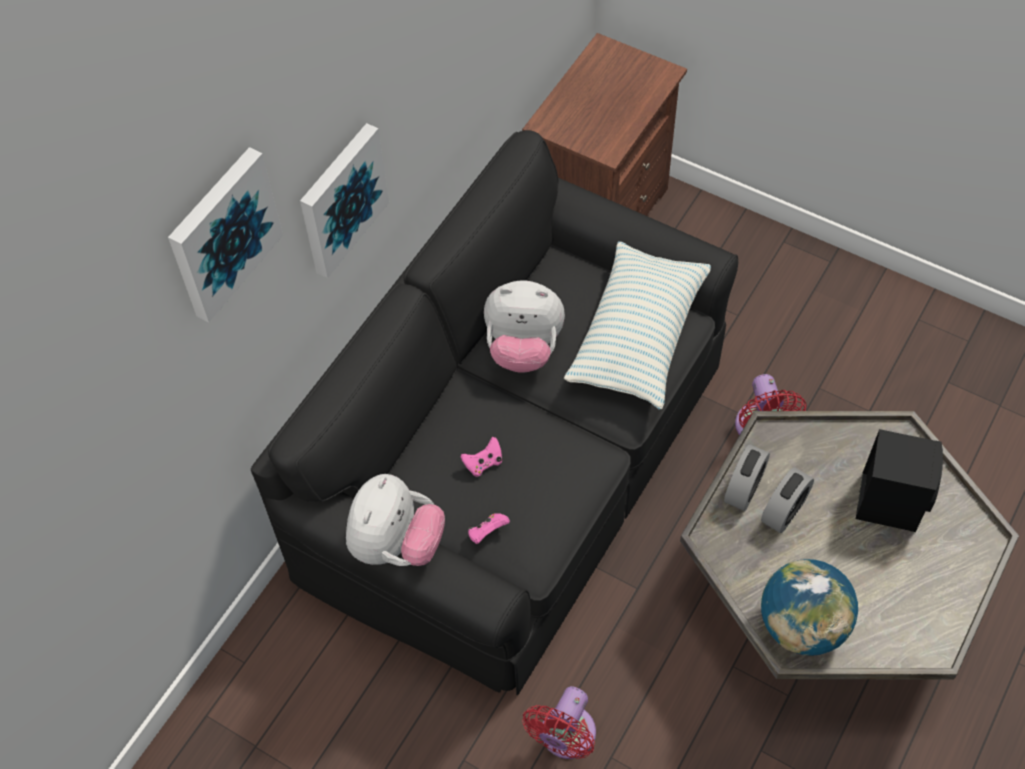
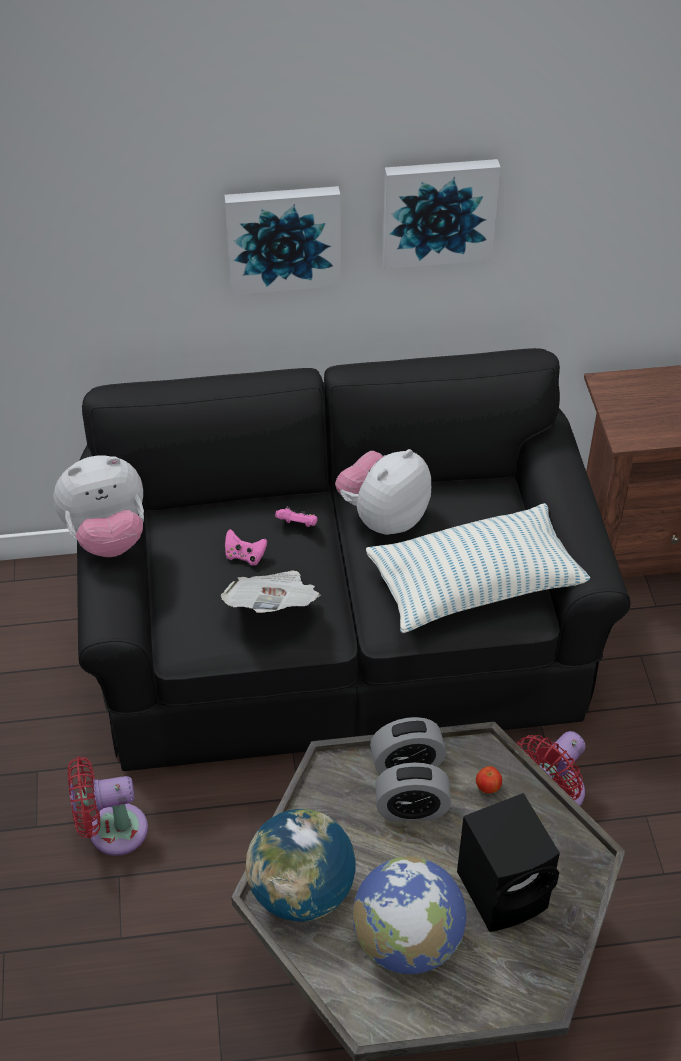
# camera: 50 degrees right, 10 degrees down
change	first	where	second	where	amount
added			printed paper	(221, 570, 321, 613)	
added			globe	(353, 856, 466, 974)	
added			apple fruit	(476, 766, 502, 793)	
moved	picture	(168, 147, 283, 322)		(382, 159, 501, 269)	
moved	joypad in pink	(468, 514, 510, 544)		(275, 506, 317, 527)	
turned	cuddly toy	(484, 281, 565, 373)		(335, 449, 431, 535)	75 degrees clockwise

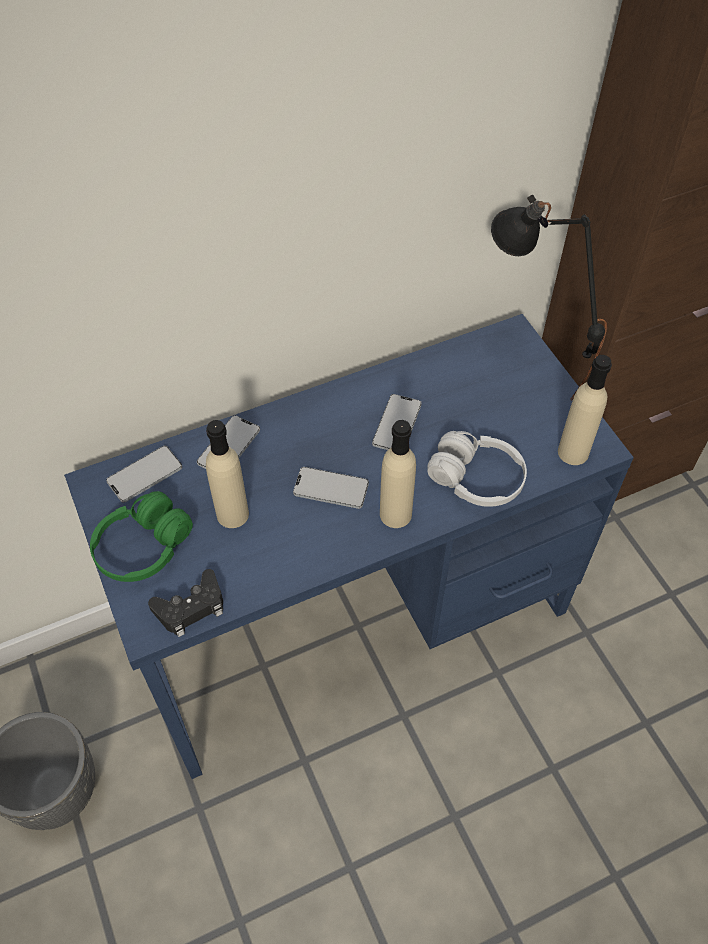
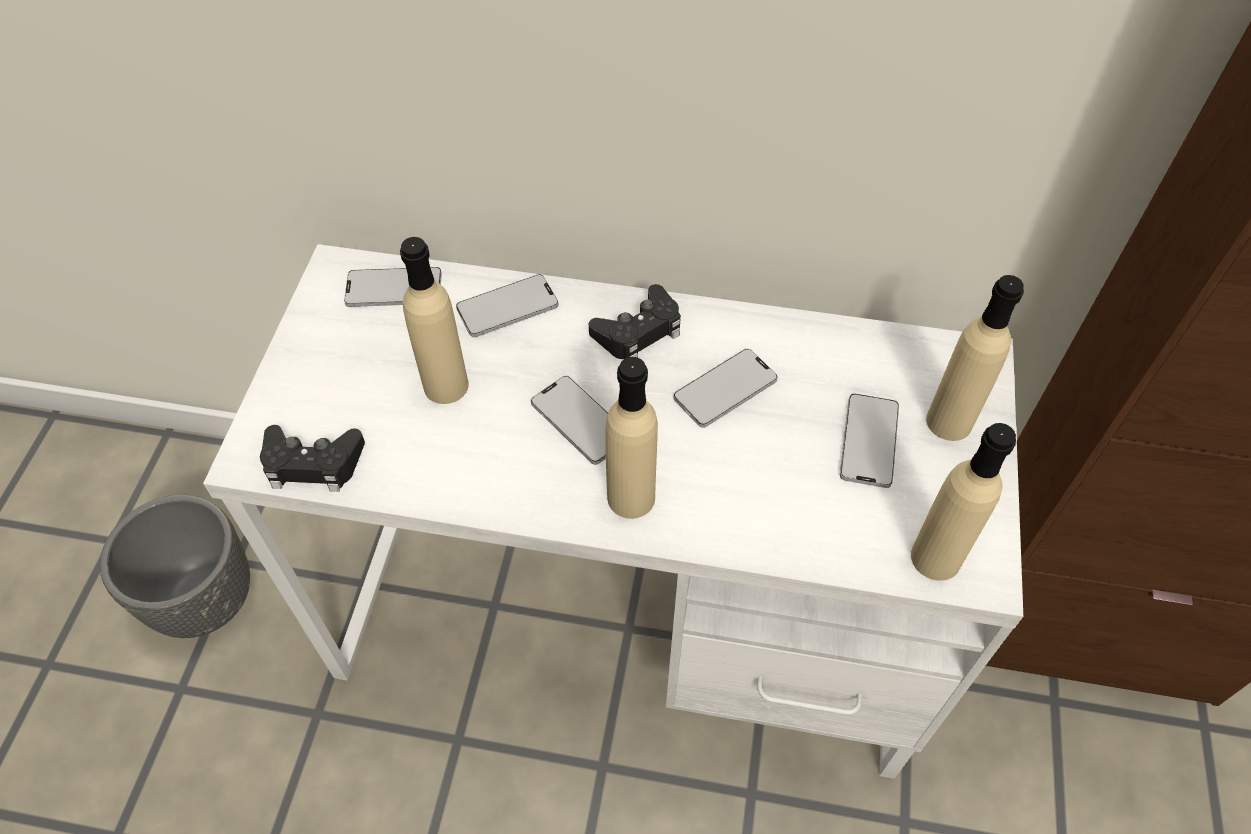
# camera: 35 degrees right, 0 degrees up
change	first	where	second	where	amount
removed	headset in greenish	(90, 491, 193, 582)			
removed	headset in white-coloured	(427, 431, 527, 507)			
added			joypad in blackish	(589, 284, 681, 359)	
added			telephone	(840, 394, 899, 488)	
replaced	tabletop lamp in blackish	(491, 195, 607, 400)	beverage bottle in beige	(926, 275, 1024, 441)	
recoloured	desk table in blue	(64, 314, 634, 779)	desk table in white-coloured	(203, 244, 1023, 779)	

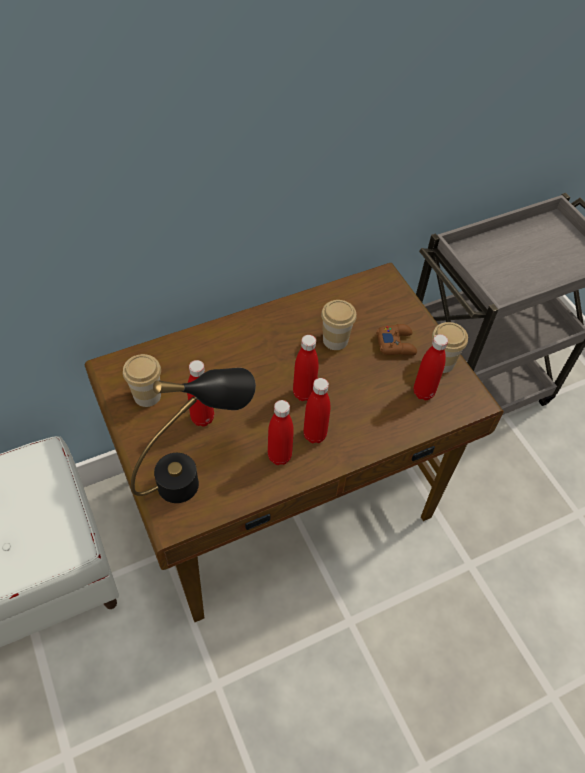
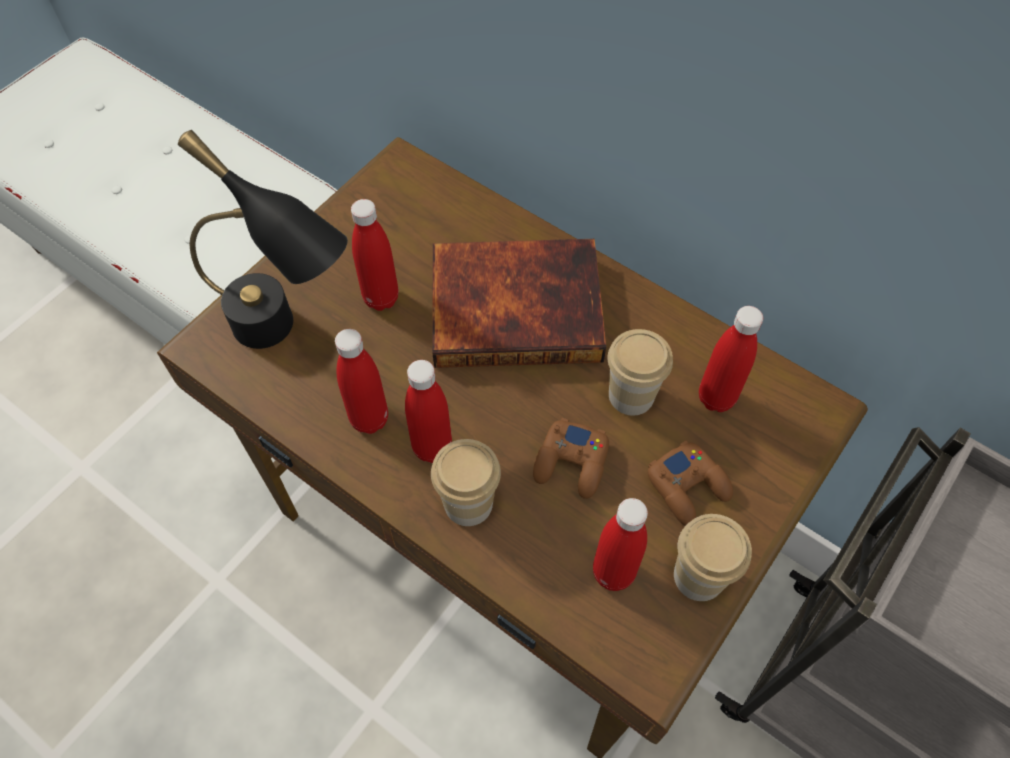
# camera: 65 degrees right, 5 degrees up
change	first	where	second	where	amount
added			volume	(432, 239, 606, 368)	
added			joypad in brown-coloured	(533, 418, 609, 499)	
moved	cup	(123, 354, 161, 407)		(431, 439, 501, 526)	
moved	beverage bottle in red-coloured	(293, 335, 318, 401)		(699, 306, 763, 412)	

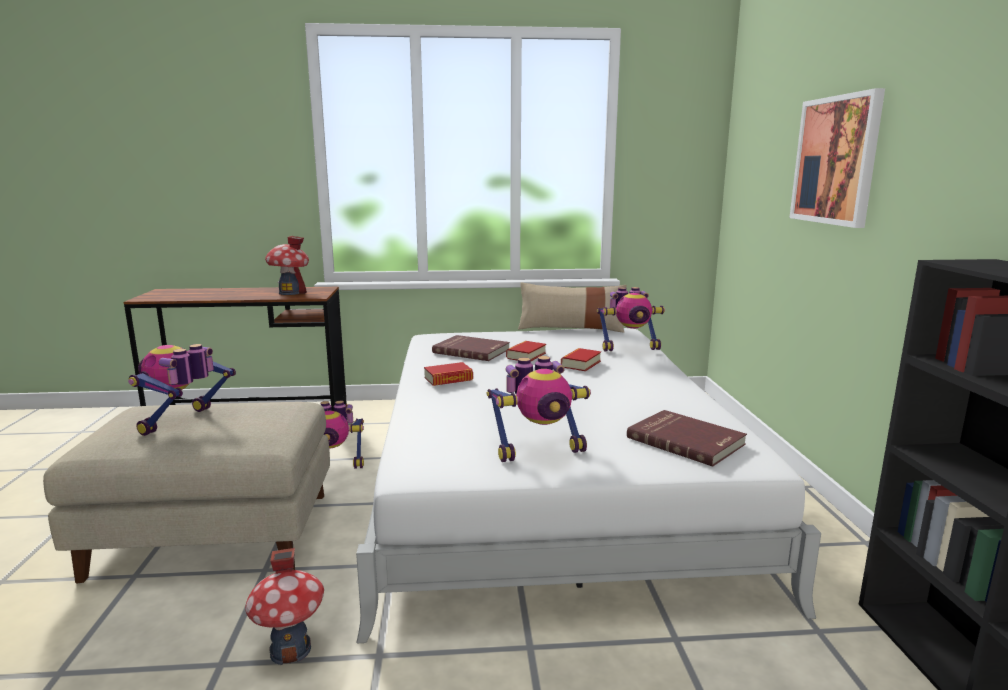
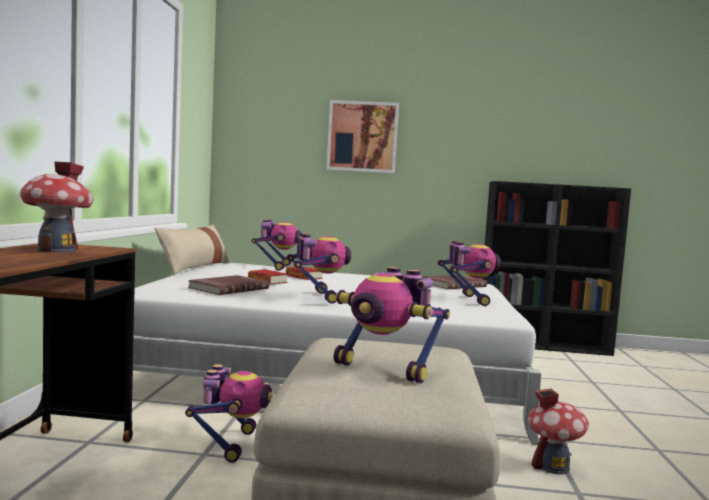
# camera: 80 degrees left, 10 degrees down
change	first	where	second	where	amount
replaced	volume	(424, 362, 473, 386)	toy robot	(287, 233, 352, 304)	

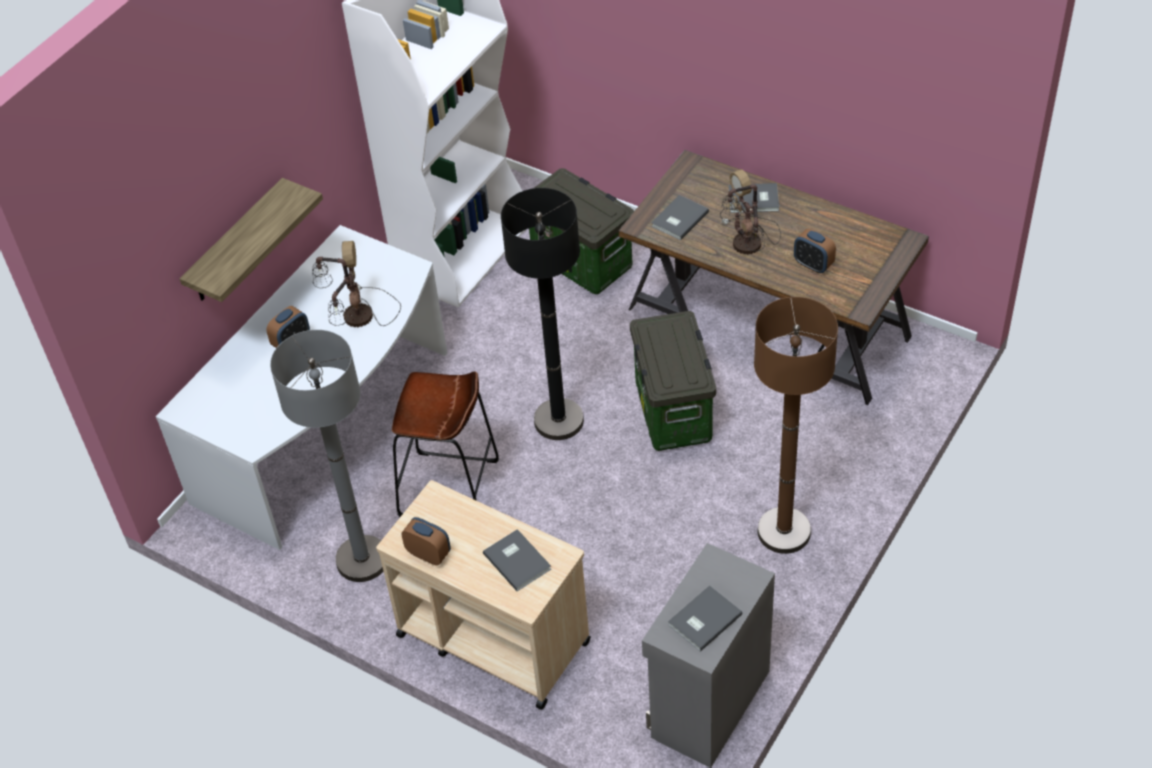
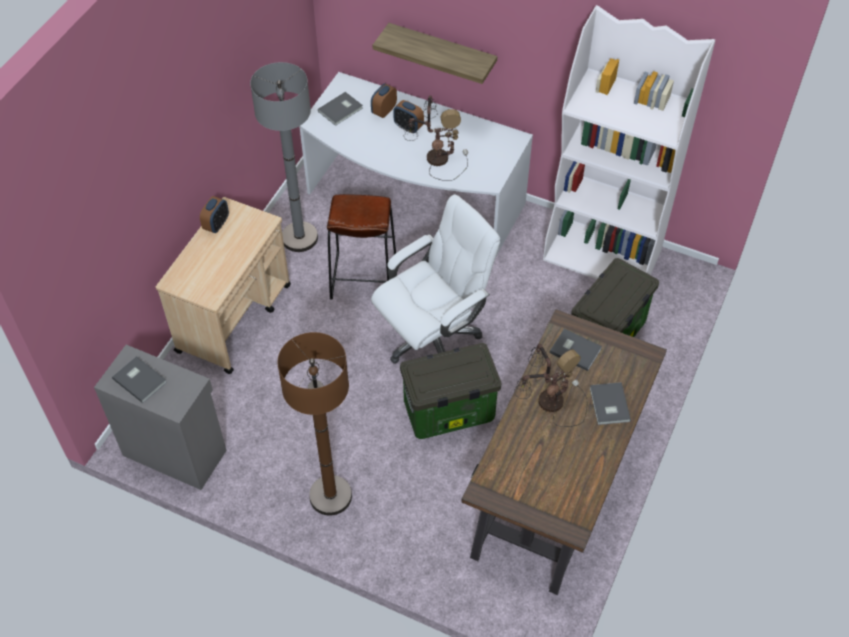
# camera: 80 degrees right, 5 degrees up
change	first	where	second	where	amount
moved	volume in grey	(483, 529, 551, 591)		(318, 92, 363, 126)	
moved	table clock	(794, 229, 836, 274)		(371, 84, 397, 118)	
replaced	standard lamp in blackish	(501, 188, 584, 440)	computer chair in white-coloured	(371, 194, 500, 363)	

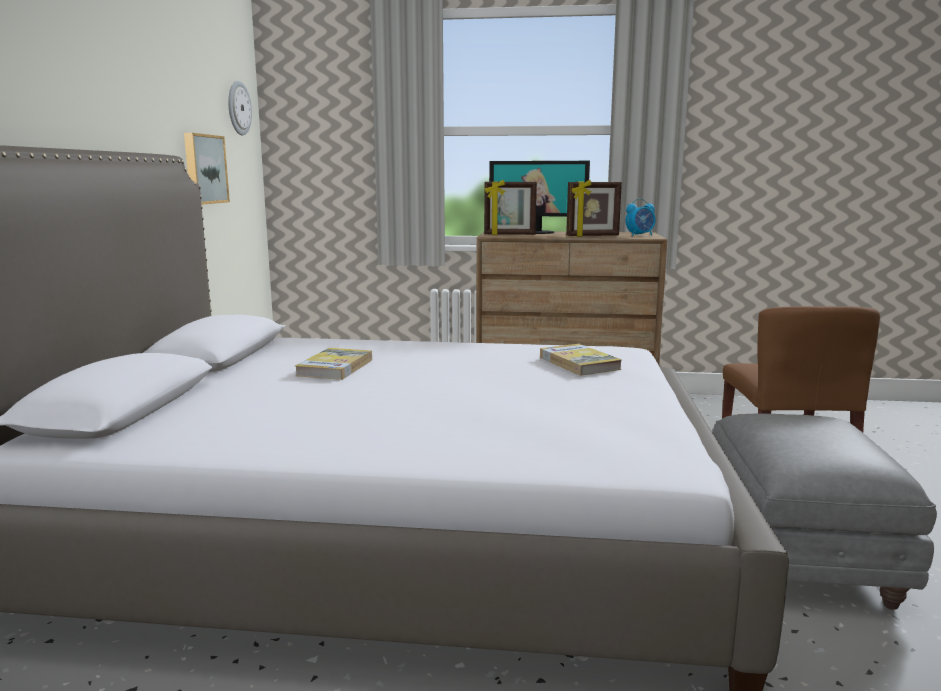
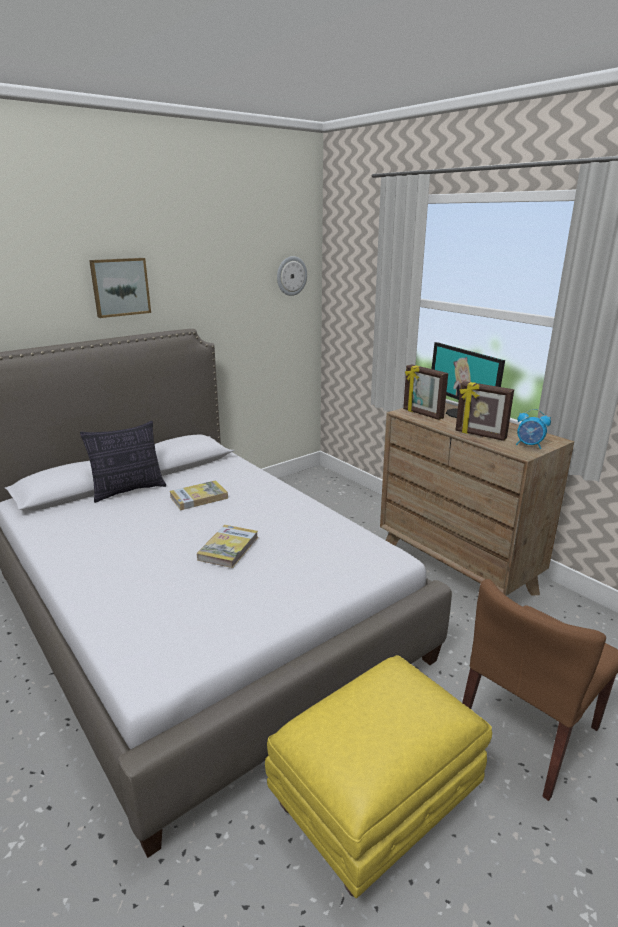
# camera: 45 degrees right, 10 degrees up
change	first	where	second	where	amount
added			throw pillow	(80, 421, 166, 503)	
moved	picture	(184, 133, 230, 205)		(89, 258, 151, 318)	
moved	volume	(540, 344, 622, 376)		(197, 525, 258, 568)	
recoloured	ottoman in grey	(713, 414, 937, 610)	ottoman in yellow	(265, 655, 492, 898)	

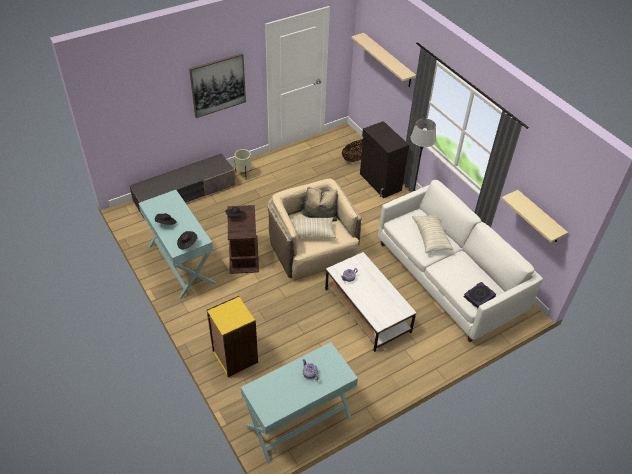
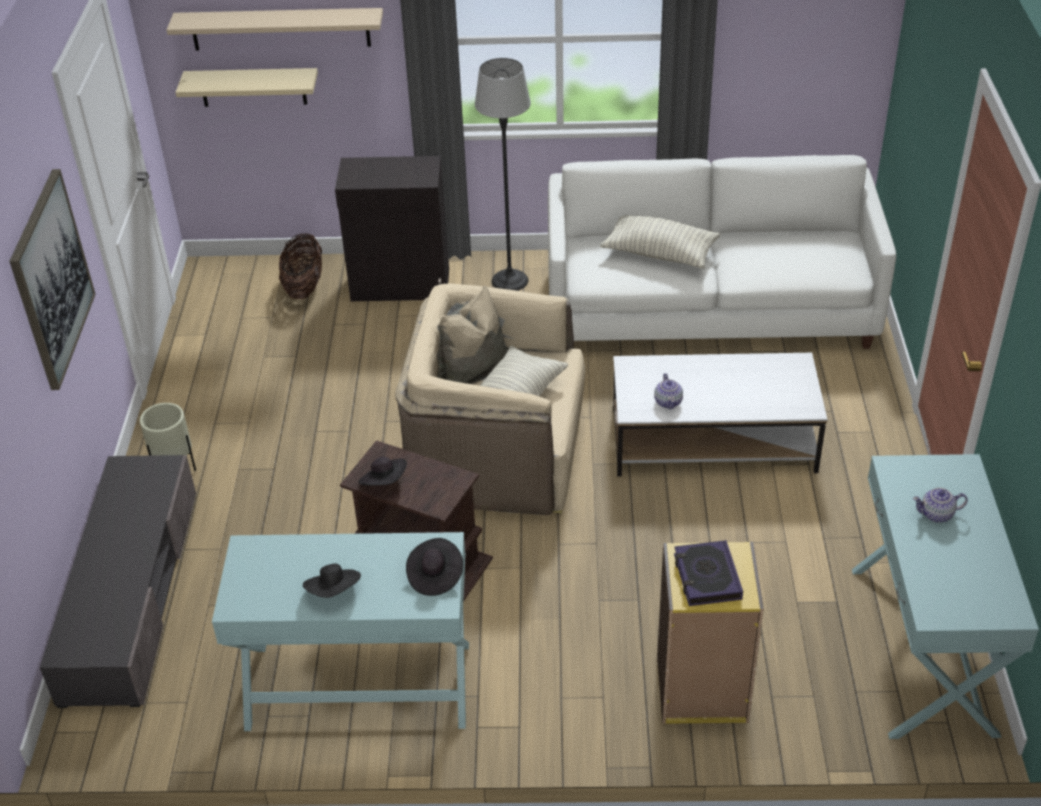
# camera: 55 degrees left, 5 degrees down
change	first	where	second	where	amount
moved	volume	(463, 282, 496, 308)		(674, 540, 743, 606)	
moved	bracket shelf in beige	(501, 190, 568, 242)		(175, 68, 318, 107)	

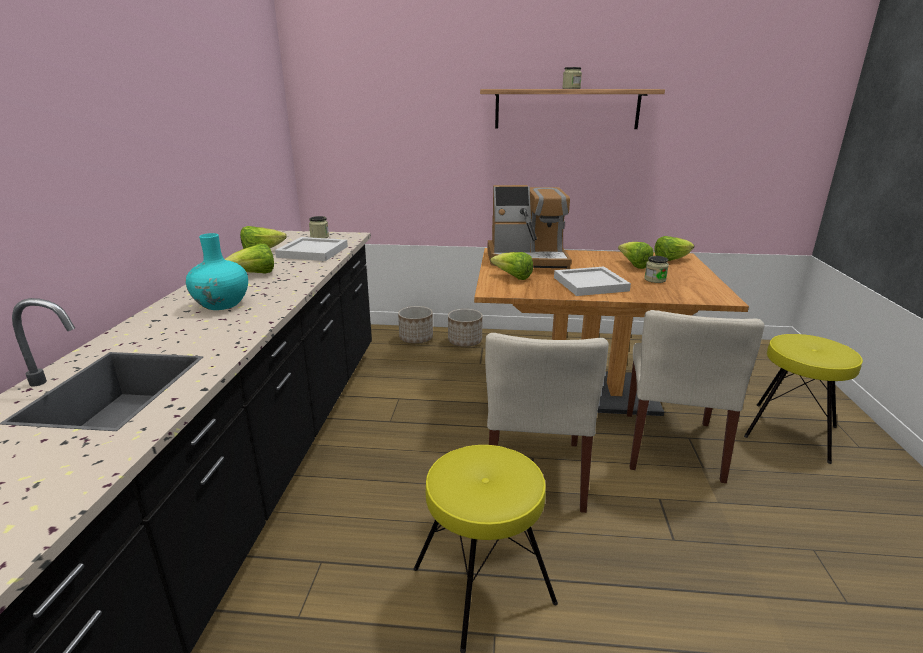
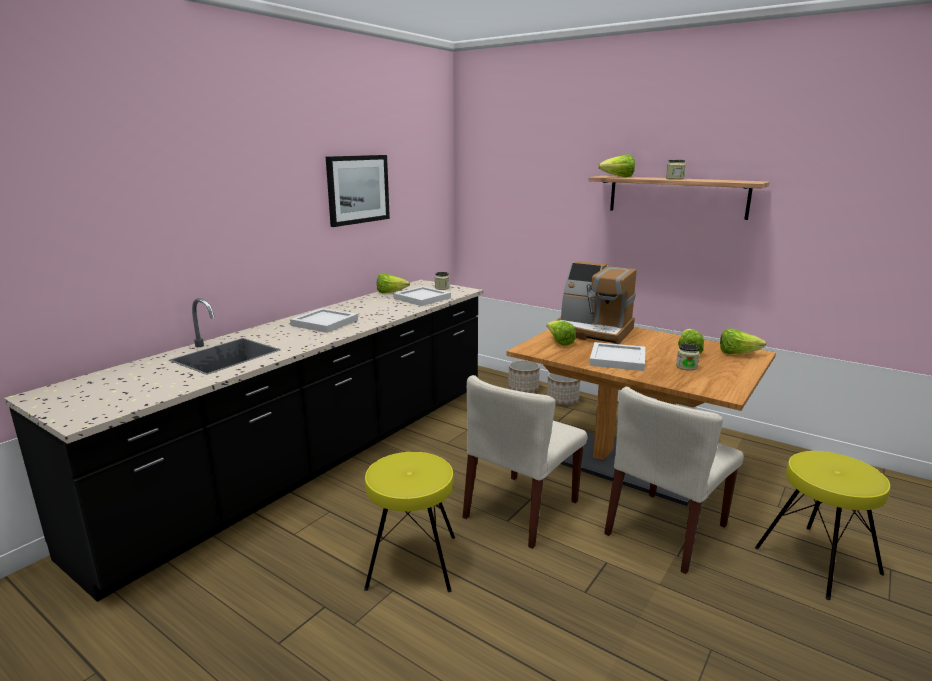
# camera: 30 degrees right, 5 degrees down
change	first	where	second	where	amount
added			picture	(326, 155, 390, 227)	
moved	lettuce head	(225, 244, 274, 274)		(598, 154, 635, 177)	
replaced	vase in turquoise-coloured	(186, 233, 248, 310)	carrying tray in white-coloured	(290, 308, 358, 333)	

